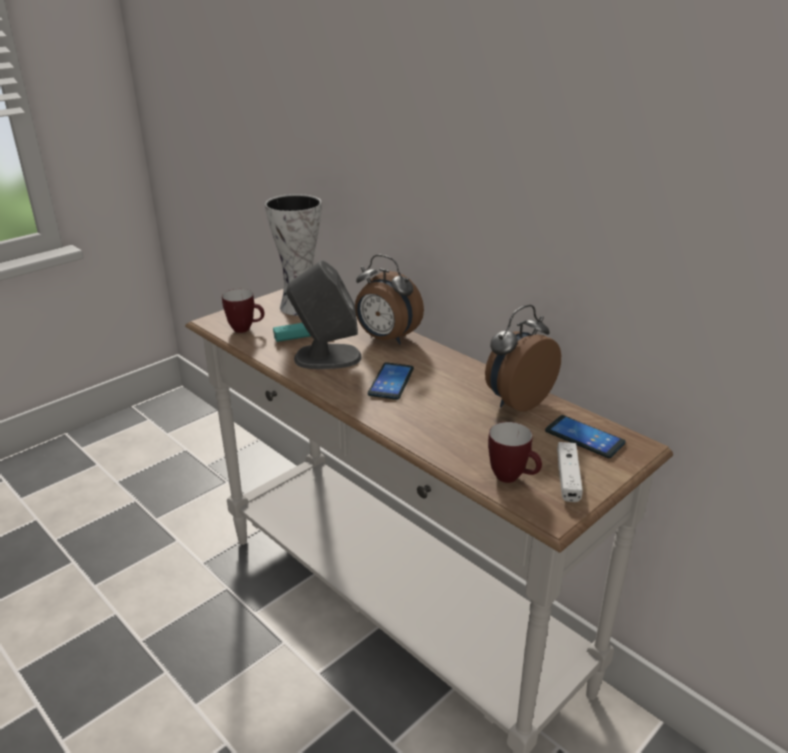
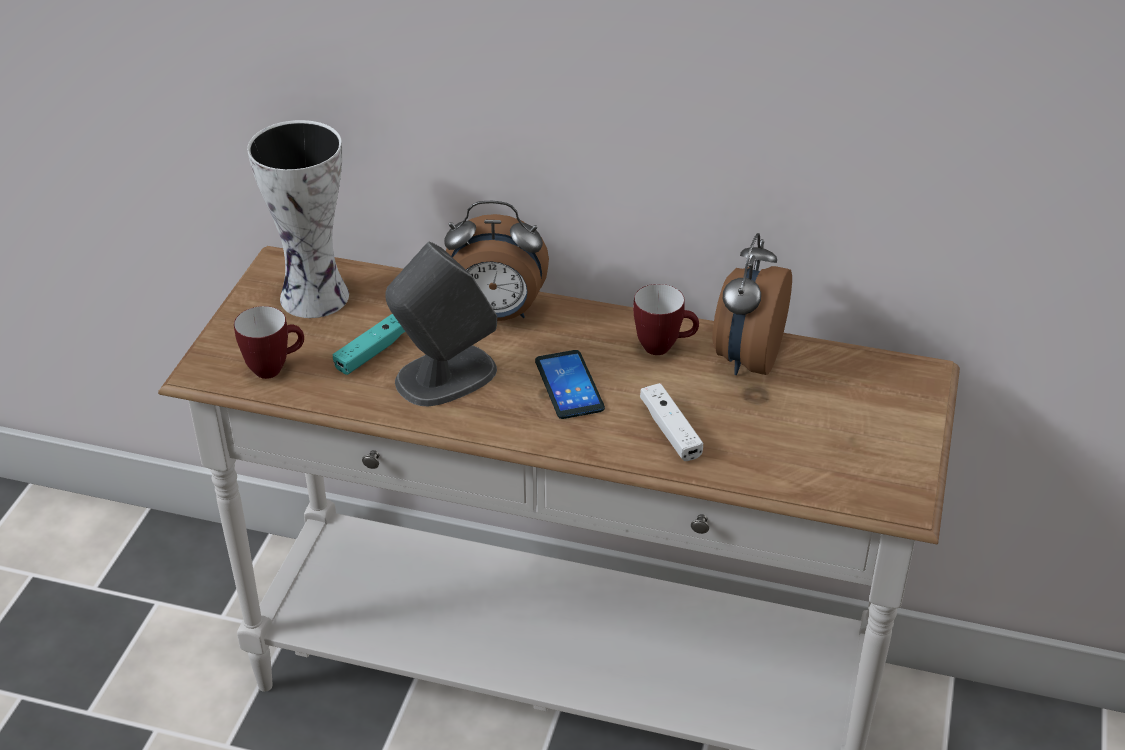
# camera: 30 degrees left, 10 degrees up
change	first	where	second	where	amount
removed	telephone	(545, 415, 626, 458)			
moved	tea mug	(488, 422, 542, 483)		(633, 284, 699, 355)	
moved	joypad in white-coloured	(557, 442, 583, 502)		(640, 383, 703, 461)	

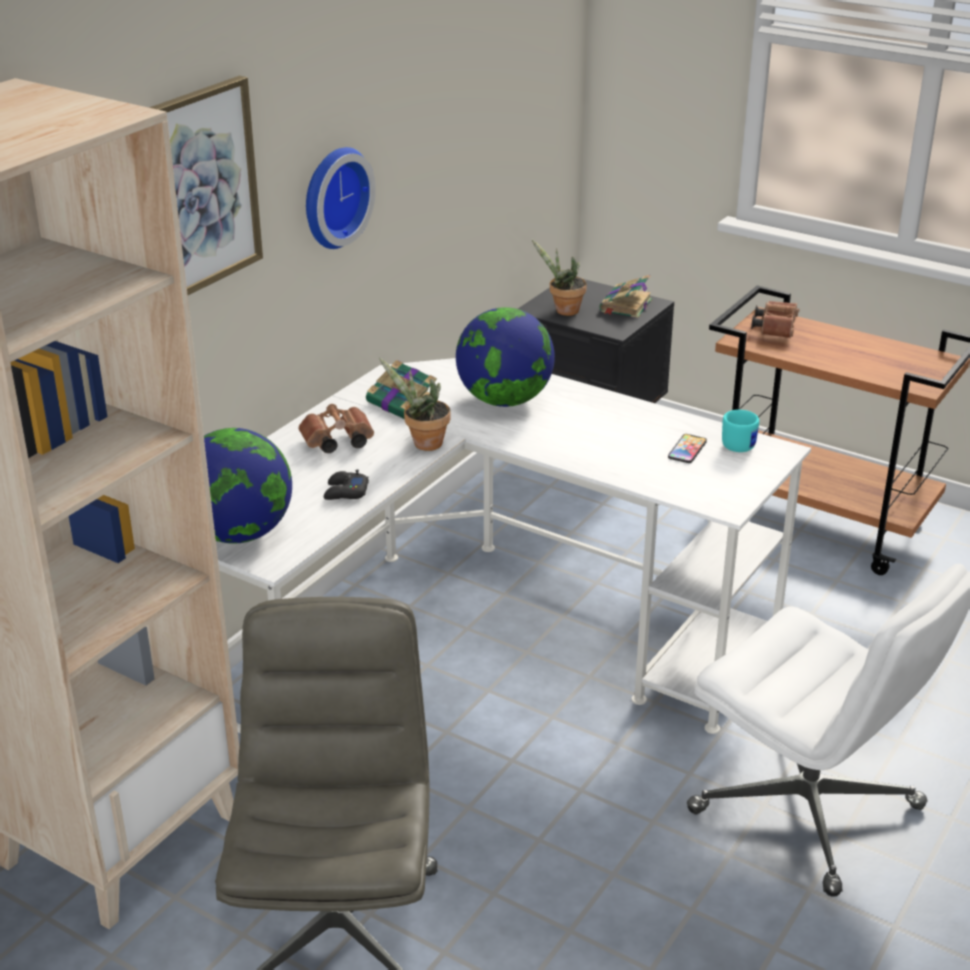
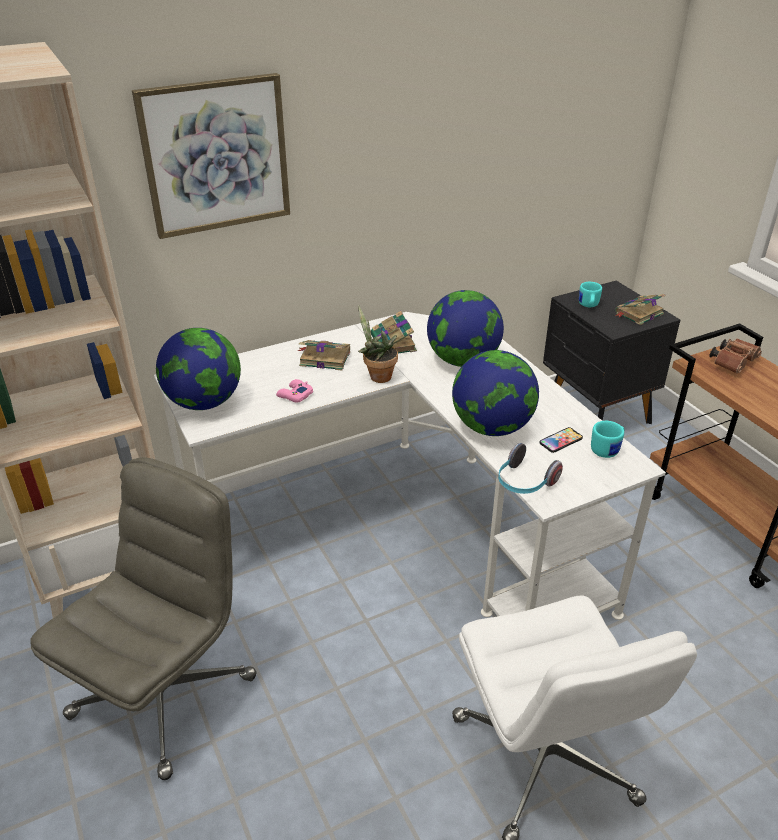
# camera: 30 degrees right, 5 degrees up
change	first	where	second	where	amount
removed	wall clock	(306, 147, 376, 249)			
added			globe	(452, 350, 539, 436)	
added			headset	(498, 443, 563, 494)	
replaced	binoculars in brown-coloured	(299, 404, 374, 453)	volume	(297, 340, 350, 370)	
replaced	houseplant	(532, 240, 587, 316)	tea mug in turquoise-coloured	(579, 282, 602, 307)	
recoloured	joypad in blackish	(324, 469, 369, 500)	joypad in pink	(276, 379, 313, 403)	

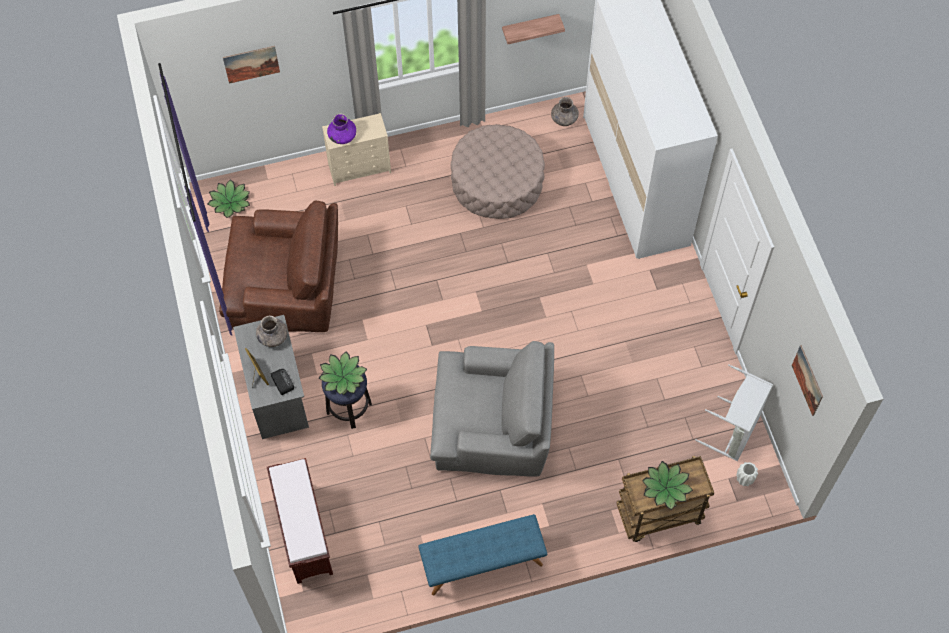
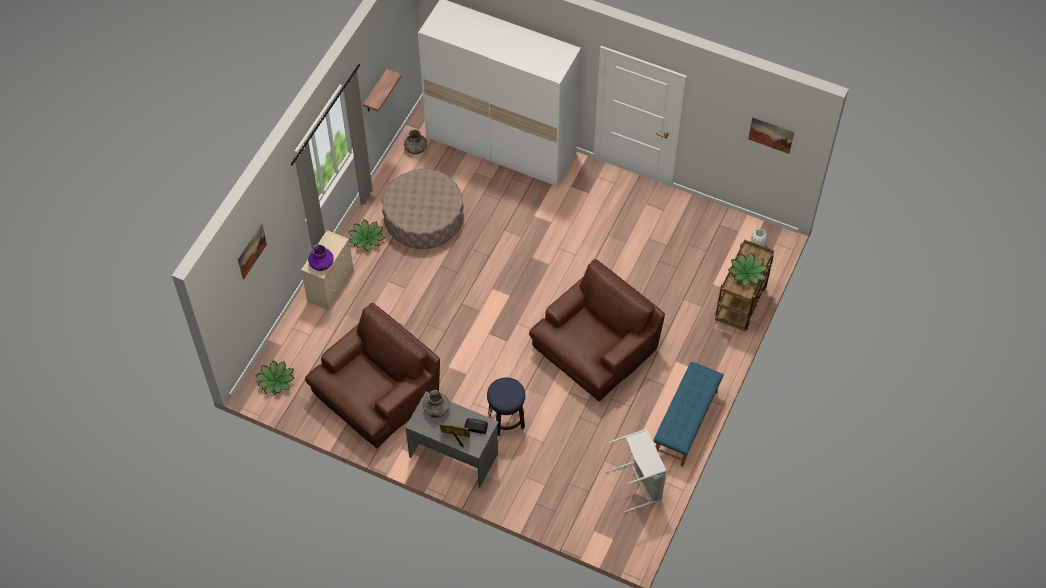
# camera: 50 degrees left, 5 degrees down
change	first	where	second	where	amount
removed	bench in brown-coloured	(267, 458, 333, 584)			
moved	houseplant	(319, 352, 367, 395)		(348, 219, 385, 251)	
moved	washing basket in grey	(695, 364, 773, 462)		(606, 428, 667, 513)	
recoloured	armchair in grey	(430, 341, 554, 477)	armchair in brown-coloured	(529, 259, 665, 402)	

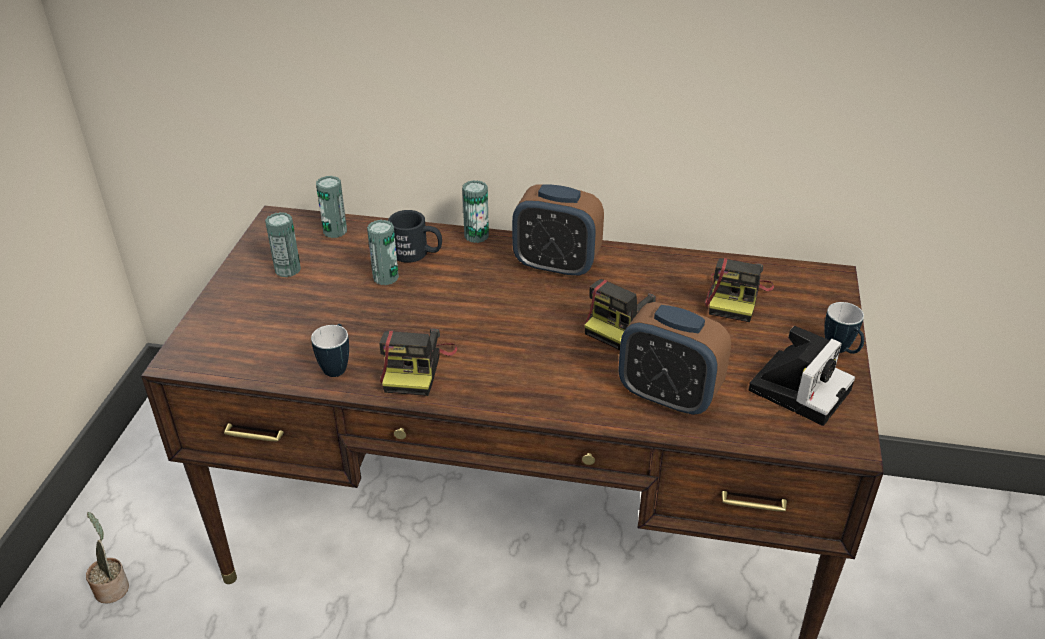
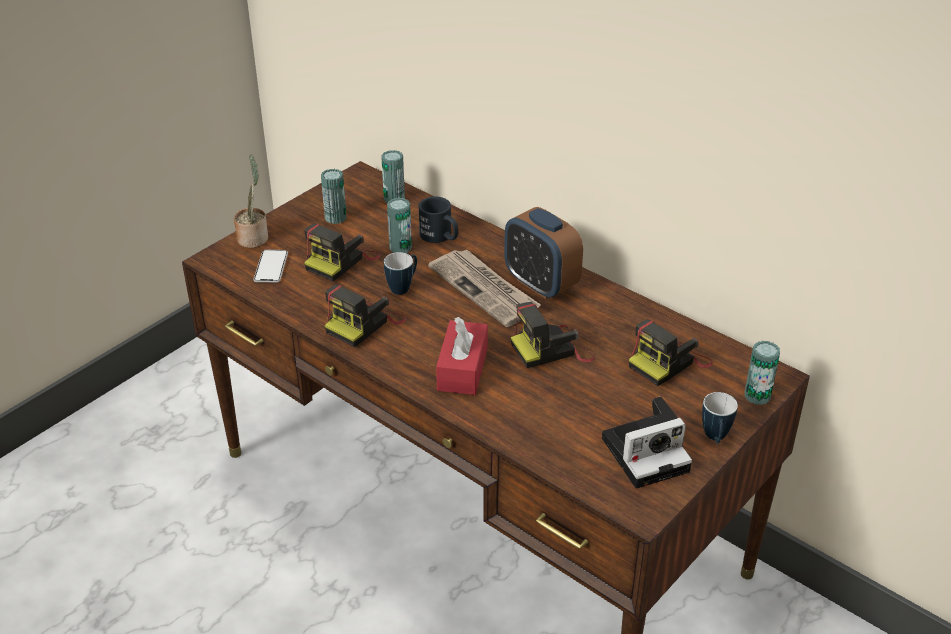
# camera: 30 degrees right, 0 degrees up
change	first	where	second	where	amount
removed	table clock	(618, 302, 731, 416)			
added			telephone	(254, 250, 288, 283)	
added			photo camera	(304, 223, 380, 281)	
added			printed paper	(428, 249, 541, 327)	
added			tissue holder in red-coloured	(436, 317, 488, 395)	
moved	houseplant	(86, 512, 129, 604)		(234, 154, 268, 248)	
moved	tea mug	(311, 324, 349, 377)		(384, 252, 417, 295)	
moved	metal can	(462, 180, 489, 243)		(744, 341, 780, 405)	

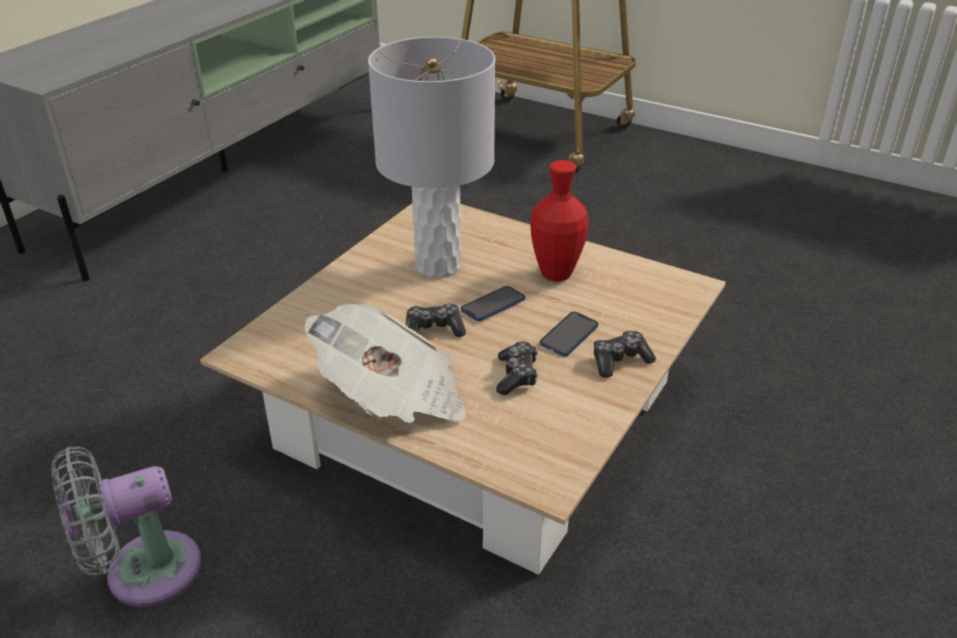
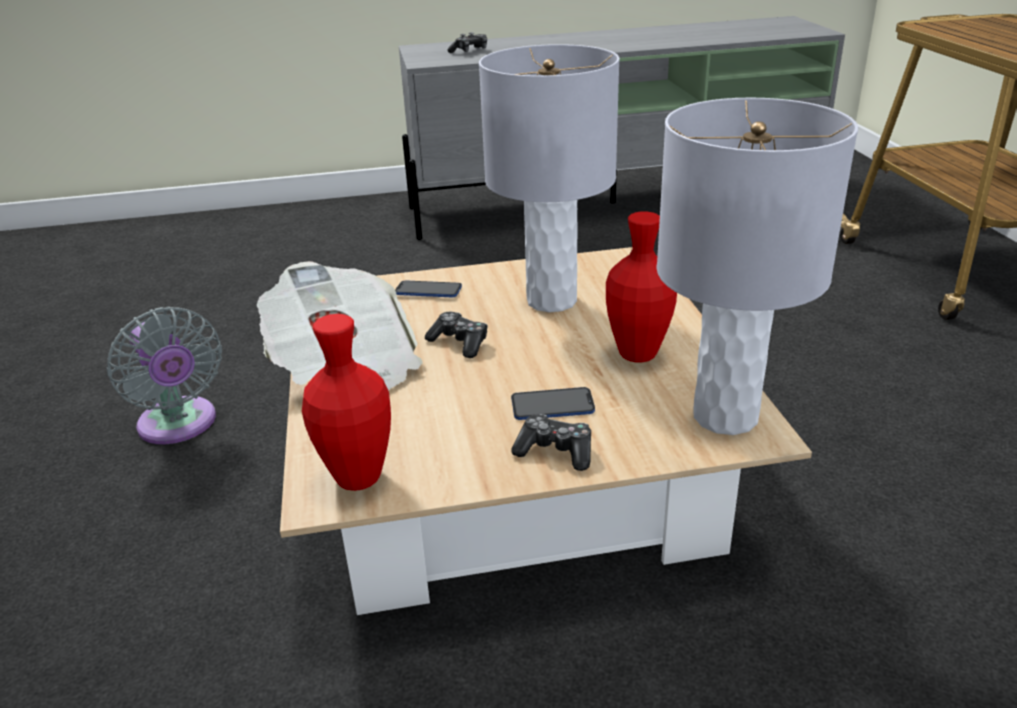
# camera: 50 degrees right, 5 degrees down
change	first	where	second	where	amount
added			vase in red-coloured	(302, 314, 391, 491)	
added			tabletop lamp in grey	(656, 98, 858, 435)	
moved	telephone	(461, 286, 525, 321)		(395, 280, 462, 298)	
moved	joypad	(496, 342, 538, 395)		(447, 32, 487, 53)	
turned	electric fan in grey	(51, 446, 202, 607)		(106, 307, 222, 444)	150 degrees counterclockwise

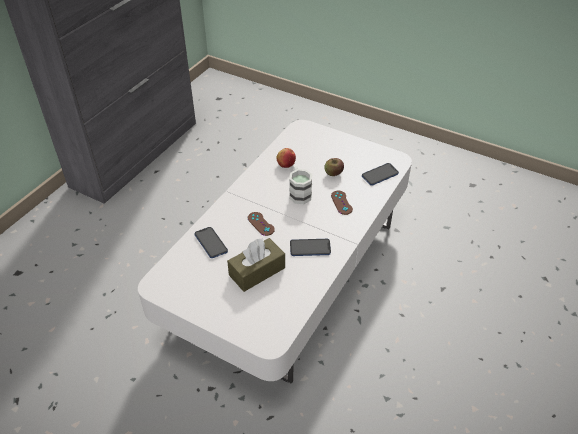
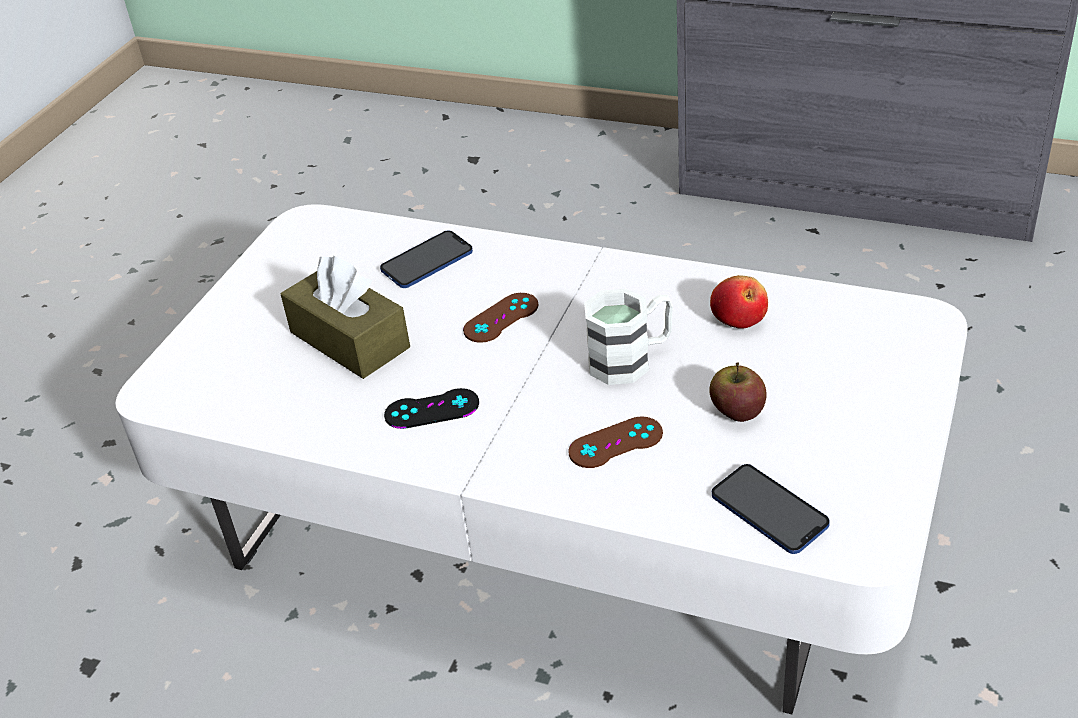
# camera: 85 degrees right, 5 degrees down
change	first	where	second	where	amount
replaced	telephone	(290, 239, 331, 256)	joypad in blackish	(384, 388, 479, 429)	

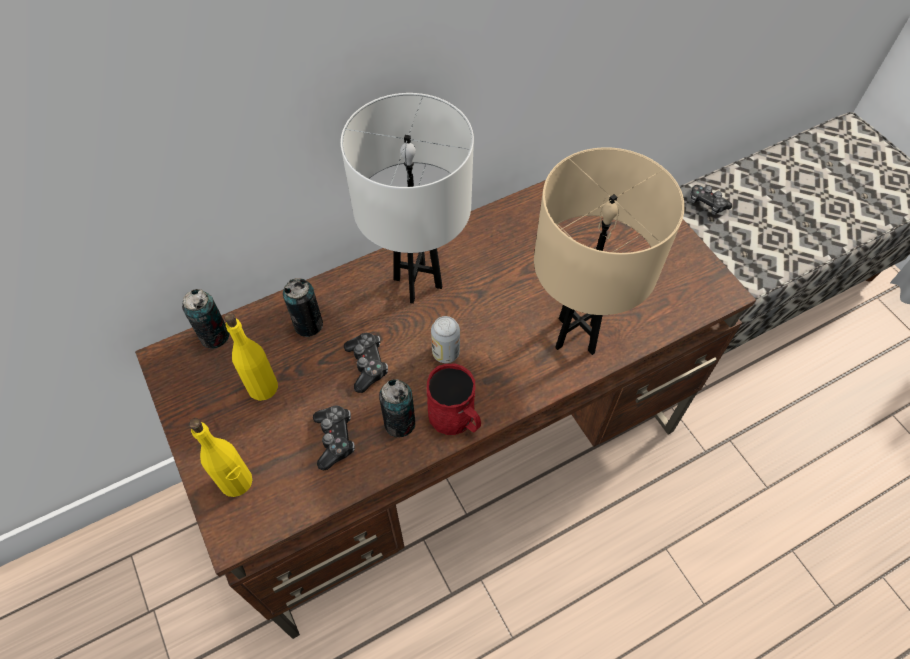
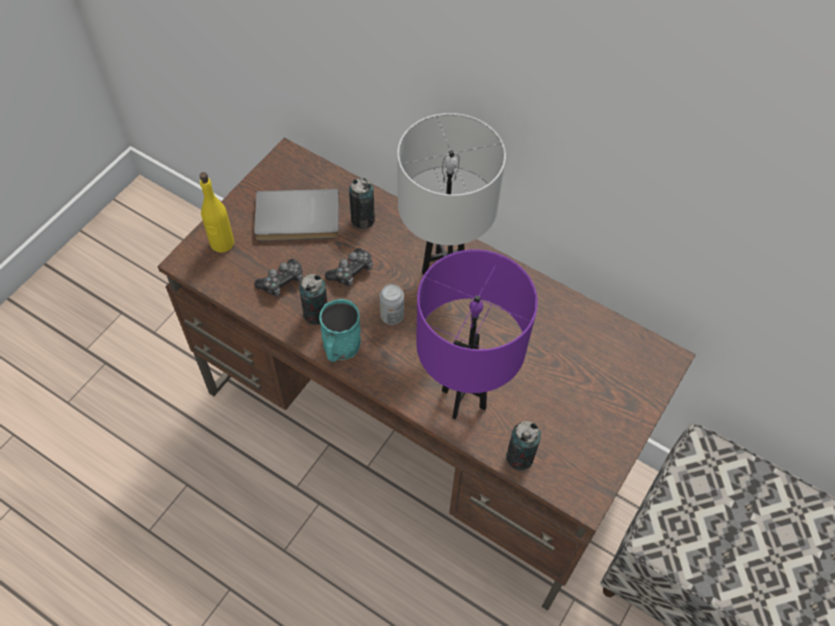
# camera: 60 degrees right, 0 degrees up
change	first	where	second	where	amount
removed	joypad	(691, 185, 732, 215)			
moved	metal can	(182, 289, 230, 349)		(506, 421, 541, 471)	
replaced	beverage bottle in yellow	(224, 313, 278, 401)	volume in grey	(254, 189, 339, 241)	
recoloured	tea mug in red-coloured	(427, 364, 481, 435)	tea mug in turquoise-coloured	(319, 299, 361, 362)	
recoloured	tabletop lamp in beige	(534, 147, 685, 355)	tabletop lamp in purple-coloured	(416, 249, 538, 419)	

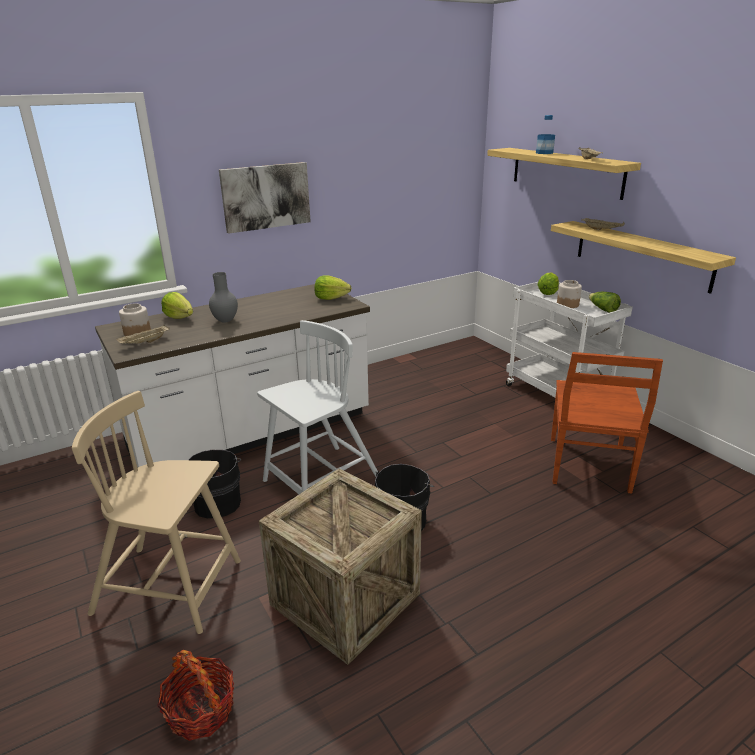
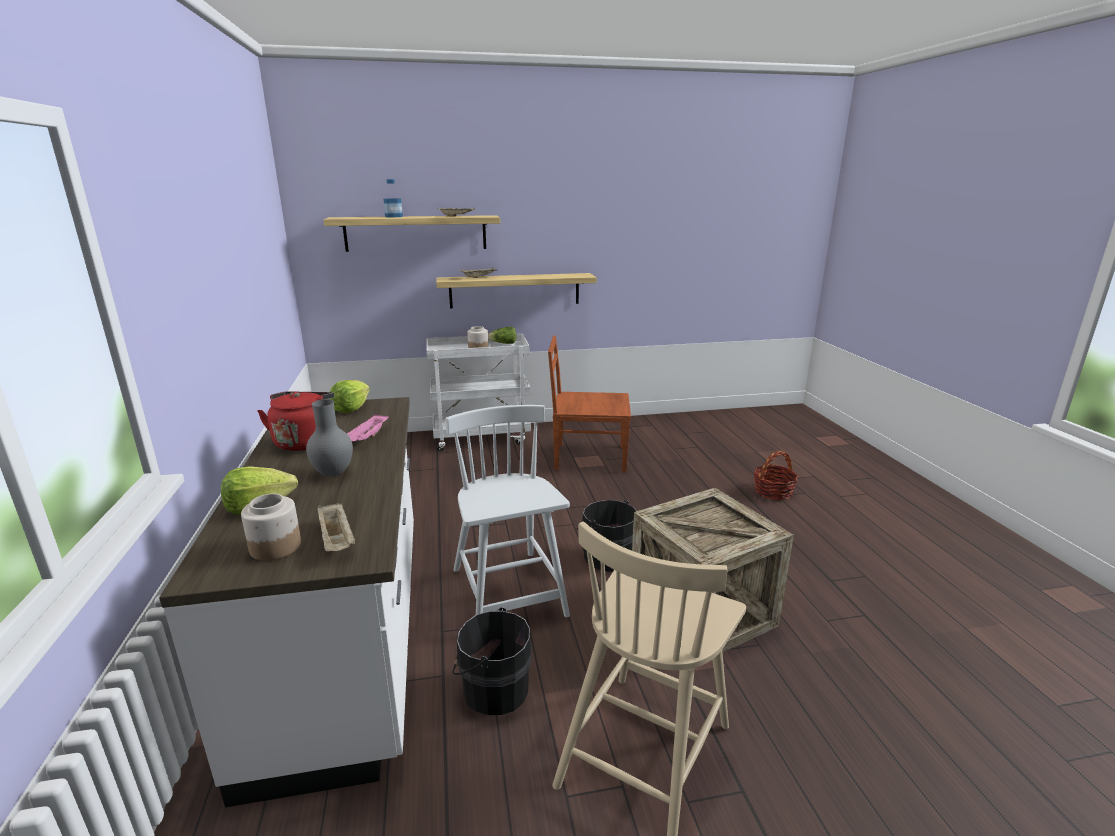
# camera: 70 degrees left, 5 degrees down
change	first	where	second	where	amount
removed	picture	(219, 162, 311, 234)			
removed	lettuce head	(537, 273, 559, 295)			
added			tea kettle in red-coloured	(257, 392, 334, 451)	
added			carrying tray in pink	(346, 414, 389, 441)	
moved	storage basket	(157, 650, 234, 741)		(754, 451, 798, 500)	
turned	chair in brown-coloured	(551, 352, 663, 494)		(548, 336, 631, 472)	150 degrees clockwise

